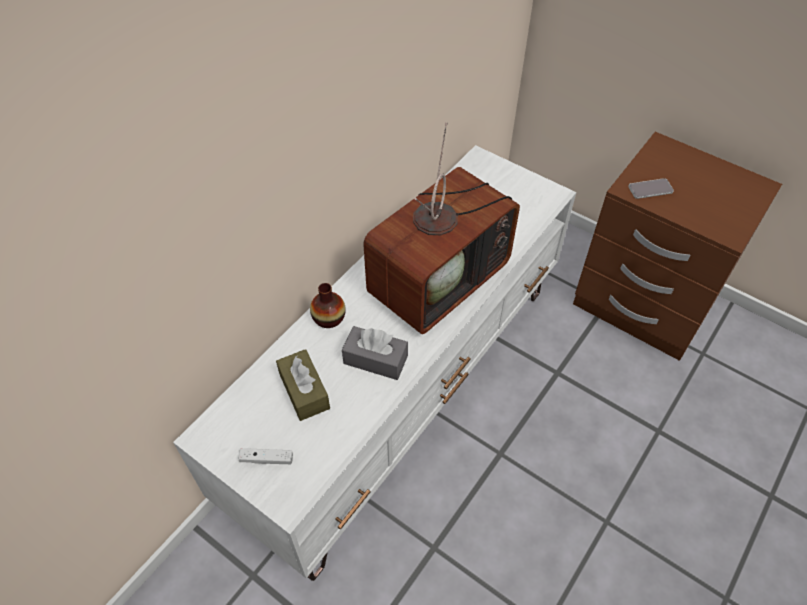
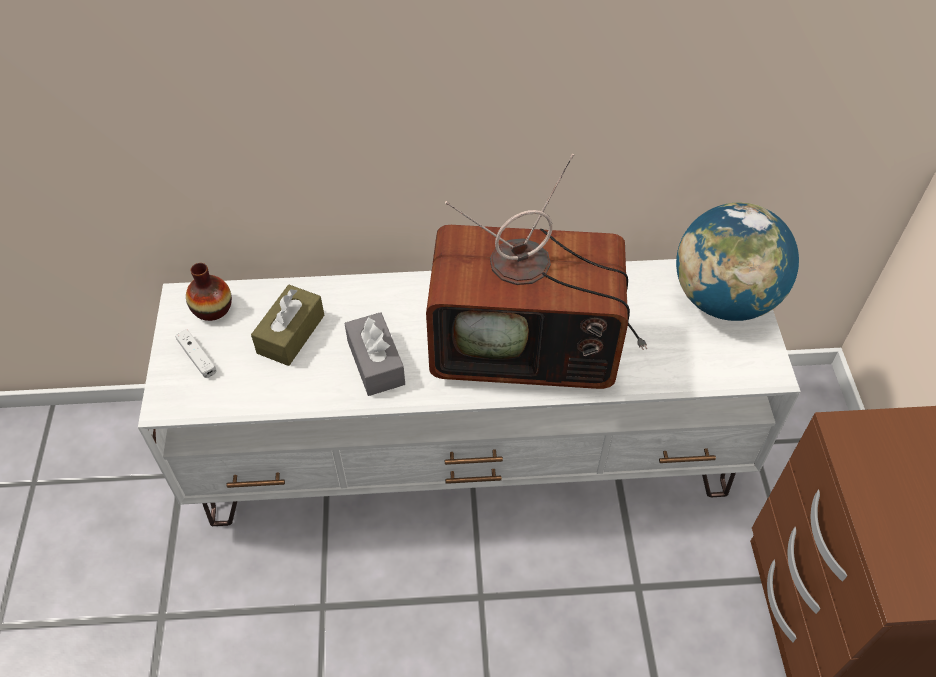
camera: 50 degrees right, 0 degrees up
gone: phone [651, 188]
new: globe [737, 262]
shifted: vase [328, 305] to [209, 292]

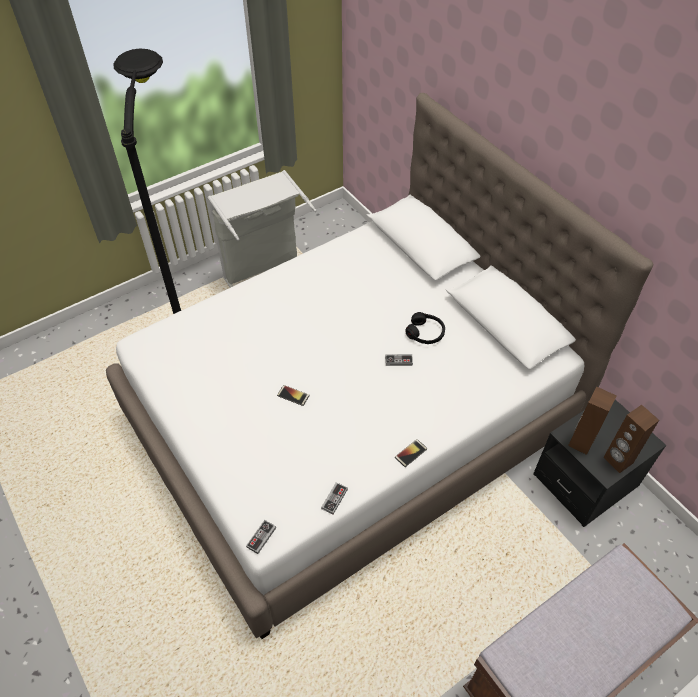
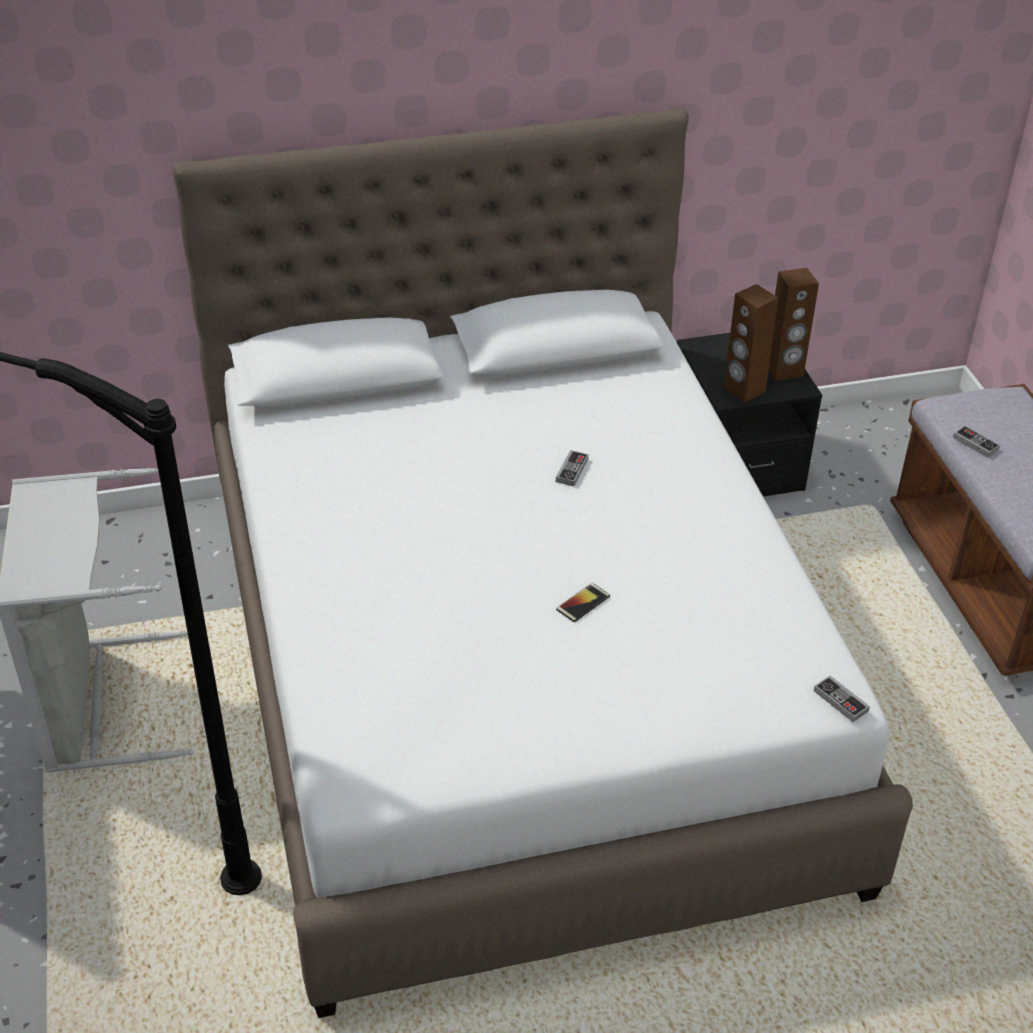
camera: 70 degrees left, 10 degrees down
gone: phone [411, 453]; black headphones [425, 328]
shifted: game controller [334, 498] to [976, 441]

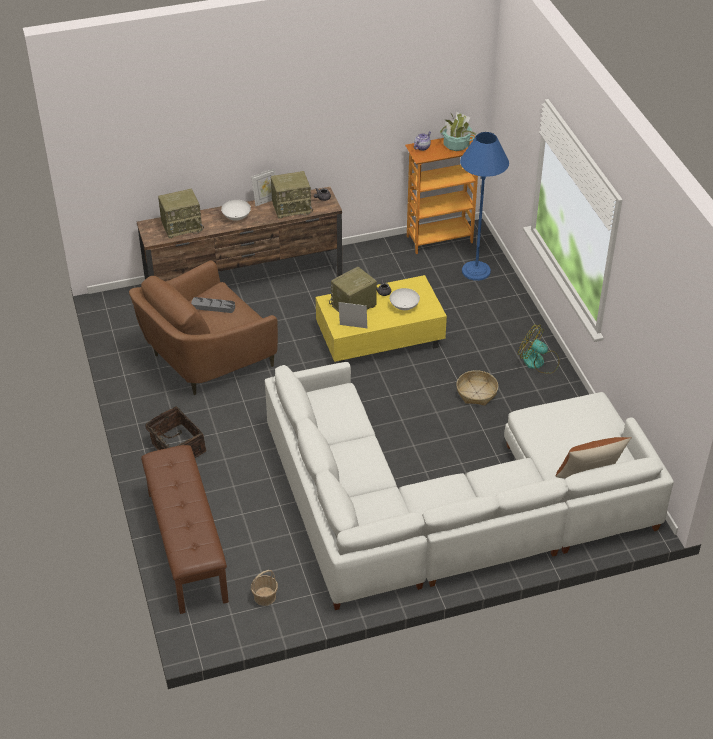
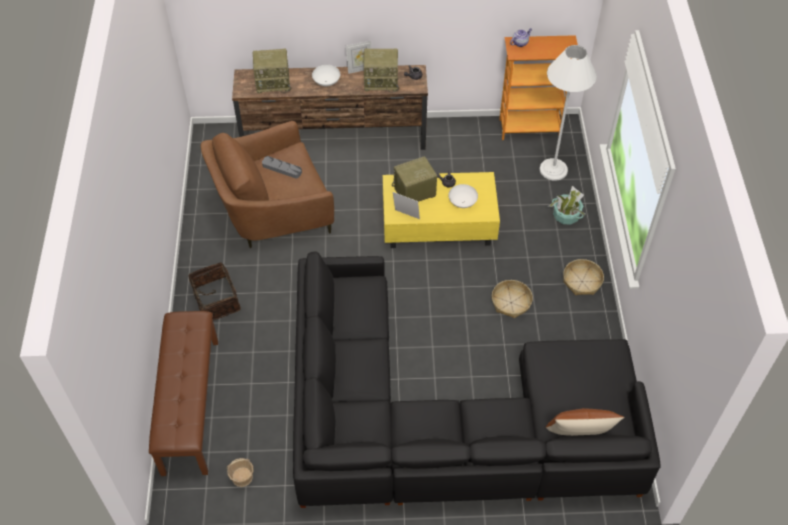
camera: 15 degrees right, 10 degrees up
shifted: potted plant [457, 131] to [567, 205]
swapped: fan [538, 349] to basket [583, 277]
repainted: white sofa [469, 486] to black sofa [477, 380]; blue floor lamp [484, 206] to white floor lamp [568, 113]

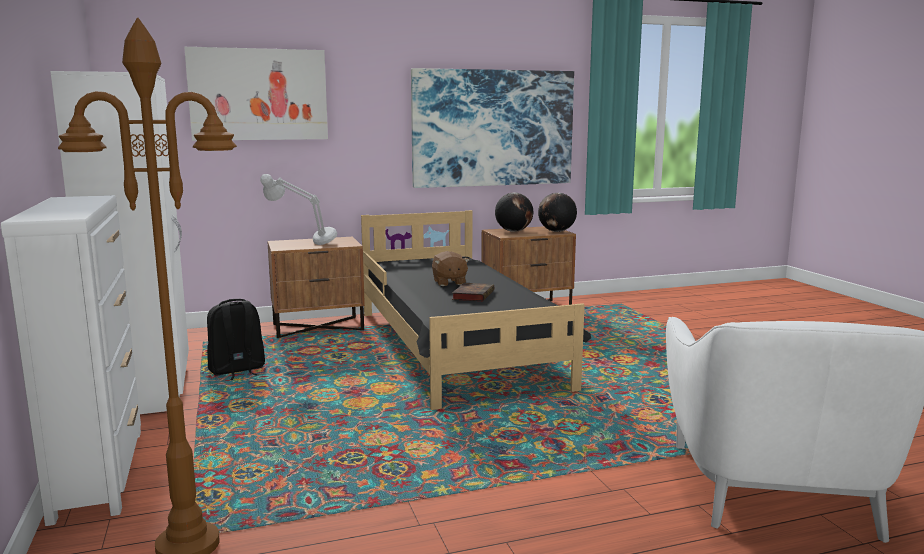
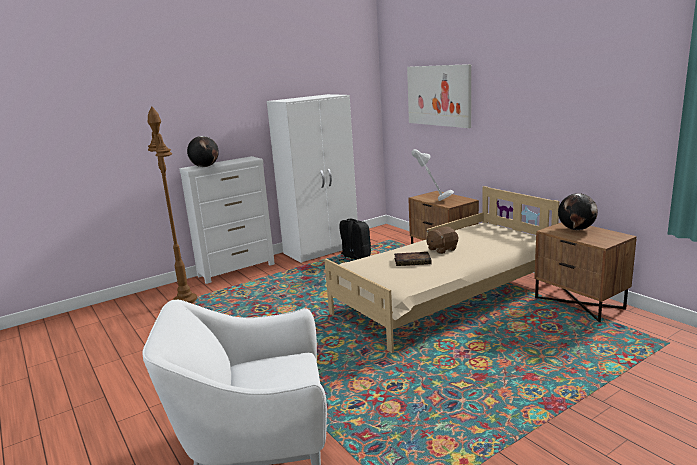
camera: 75 degrees right, 5 degrees up
gone: picture [492, 128]
shifted: globe [557, 212] to [203, 151]
repainted: black bed [476, 310] to beige bed [442, 269]

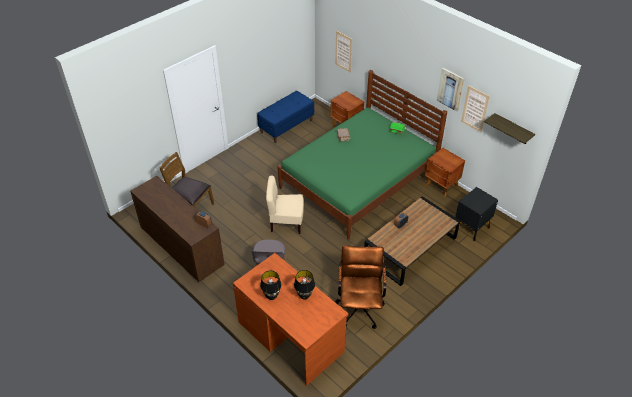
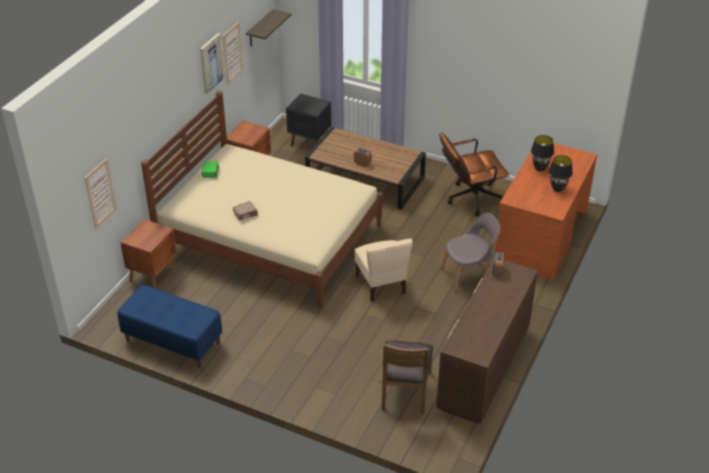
camera: 110 degrees left, 5 degrees down
repainted: green bed [362, 154] to beige bed [261, 199]

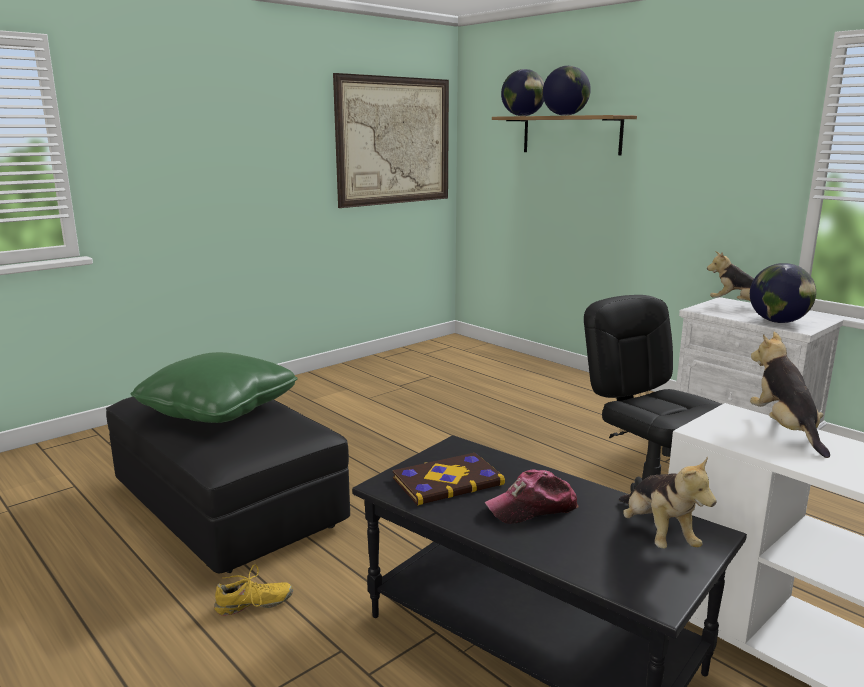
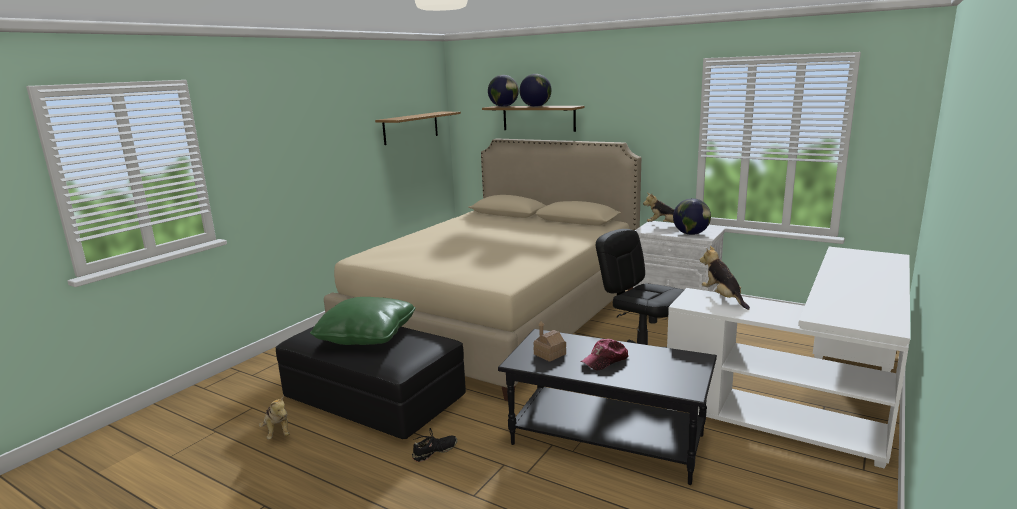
camera: 15 degrees left, 0 degrees up
new: beige bed [482, 269]
shifted: plush toy [668, 502] to [274, 416]
swapped: picture [391, 140] to shelf [418, 128]; book [449, 479] to toy house [550, 341]
repainted: yellow shoe [253, 589] to black shoe [434, 445]

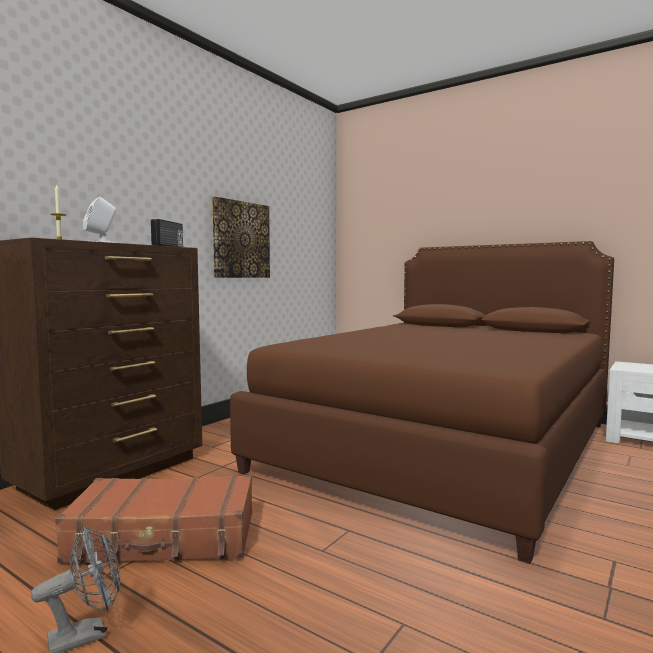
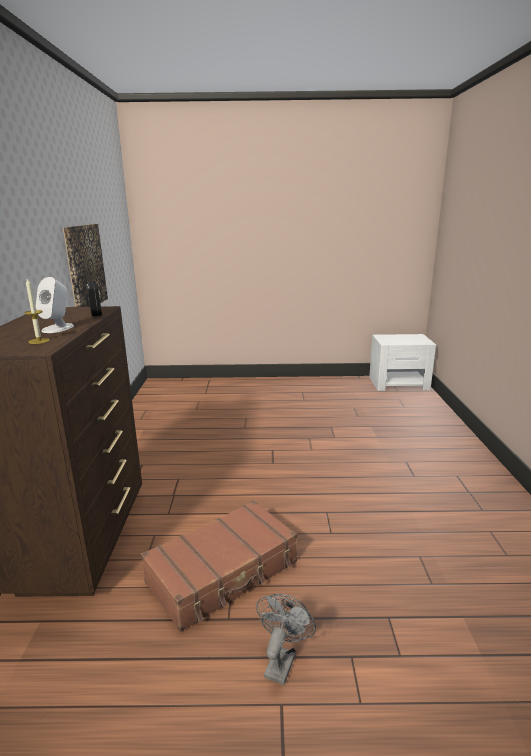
camera: 35 degrees left, 15 degrees up
gone: brown bed [422, 402]

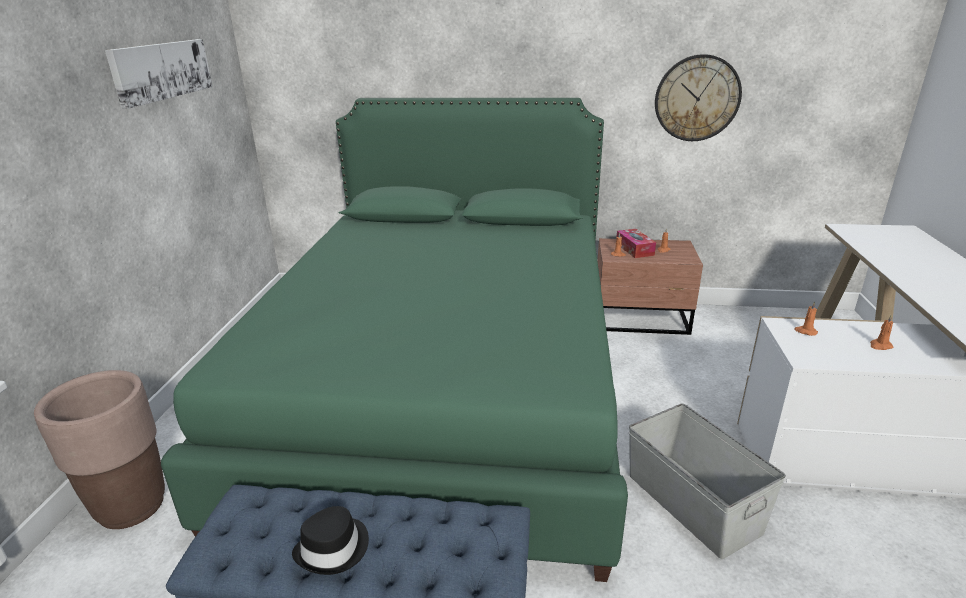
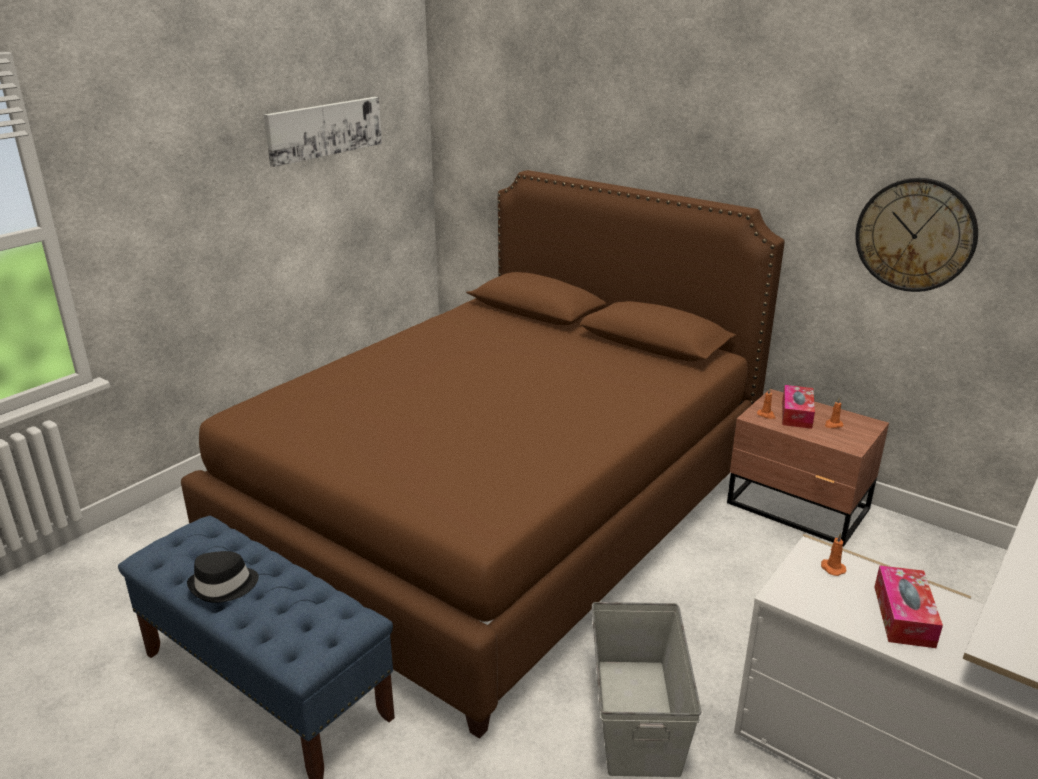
camera: 30 degrees right, 0 degrees up
gone: brown planter [99, 449]
swapped: orange candle [881, 332] to tissue box [908, 606]
repainted: green bed [394, 340] to brown bed [483, 454]

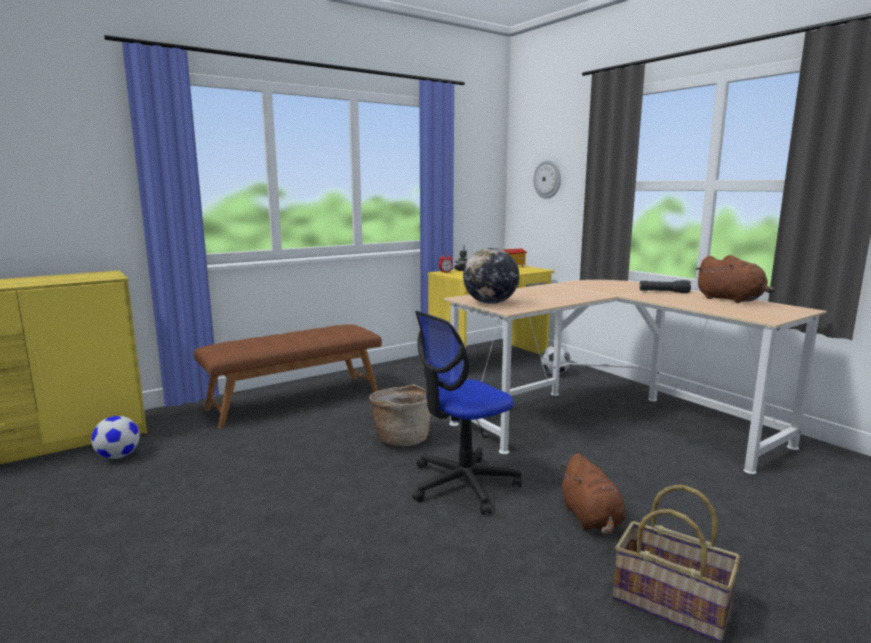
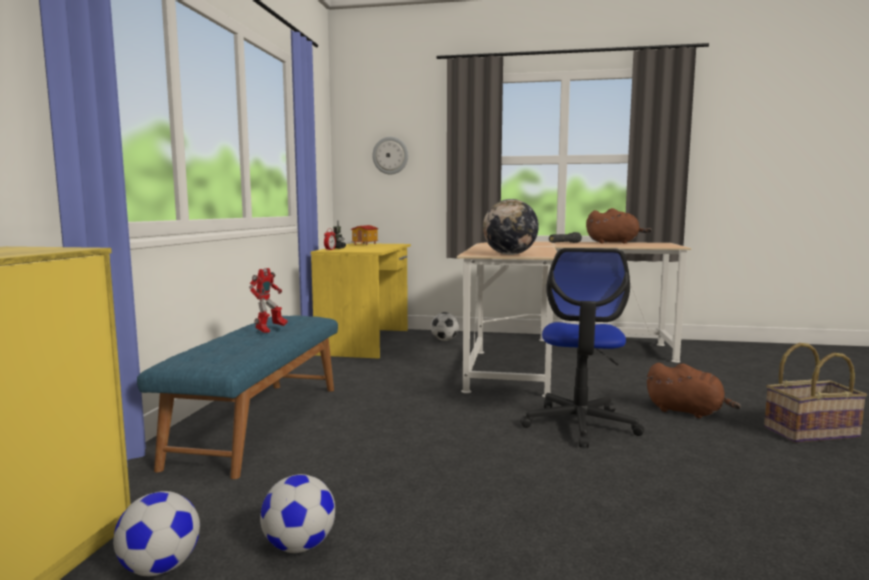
camera: 45 degrees left, 5 degrees down
gone: basket [399, 415]
new: toy robot [268, 300]; football [297, 513]
repainted: brown bench [288, 376] to blue bench [237, 397]

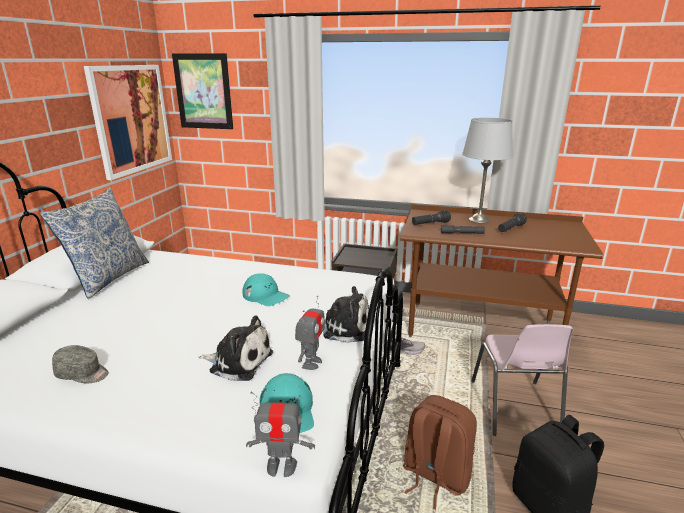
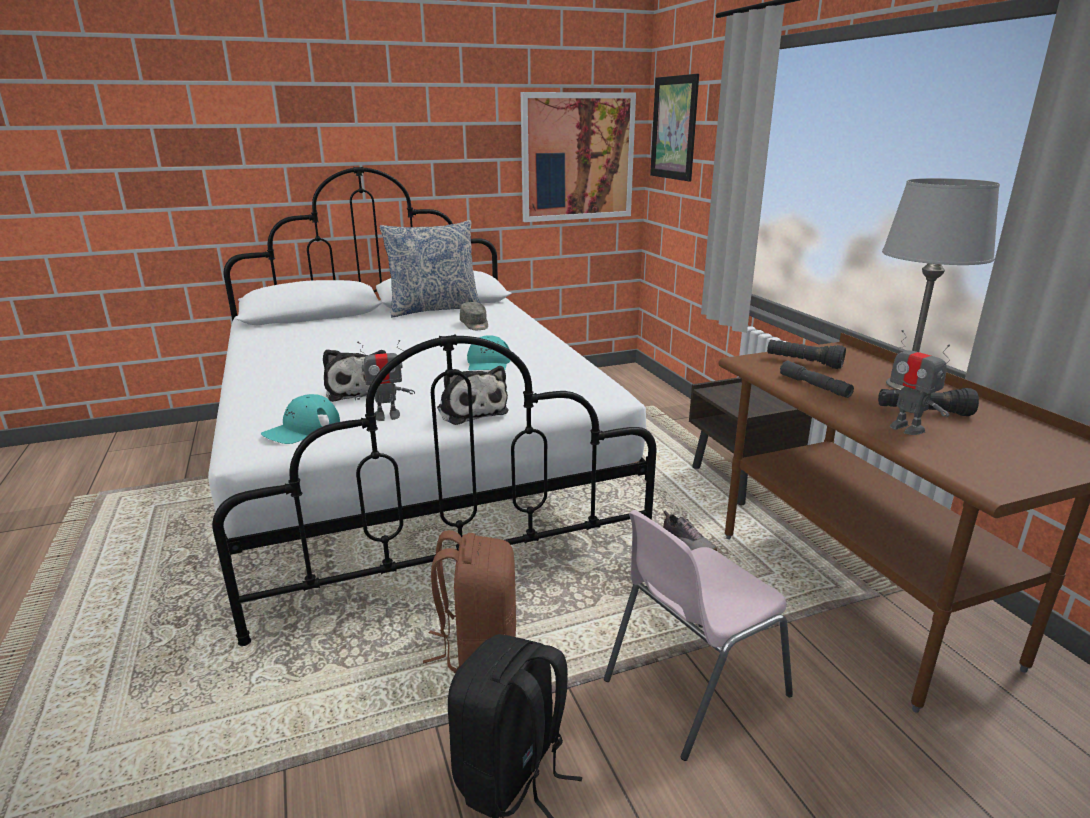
camera: 55 degrees right, 0 degrees up
shifted: grey cap [80, 364] to [474, 316]; toy robot [280, 434] to [915, 382]

